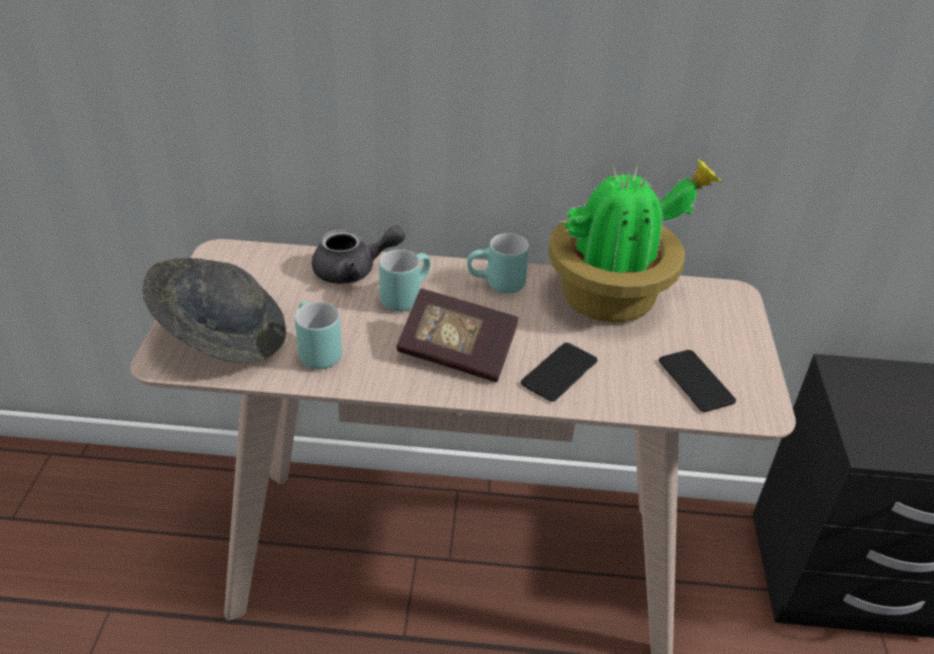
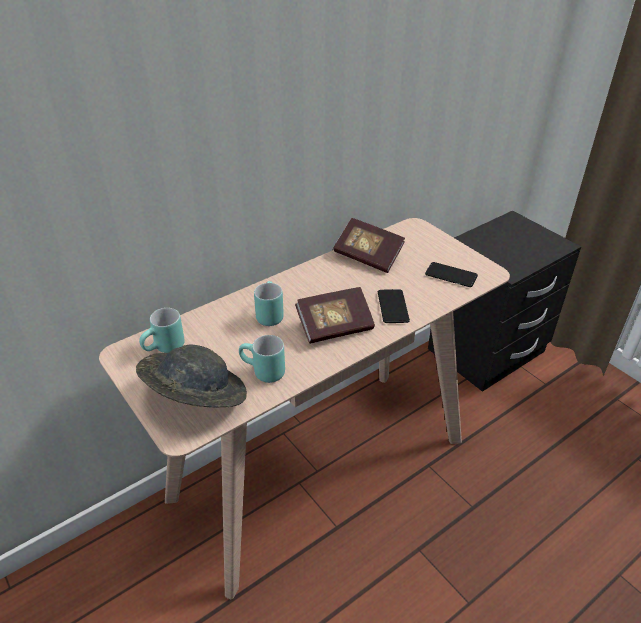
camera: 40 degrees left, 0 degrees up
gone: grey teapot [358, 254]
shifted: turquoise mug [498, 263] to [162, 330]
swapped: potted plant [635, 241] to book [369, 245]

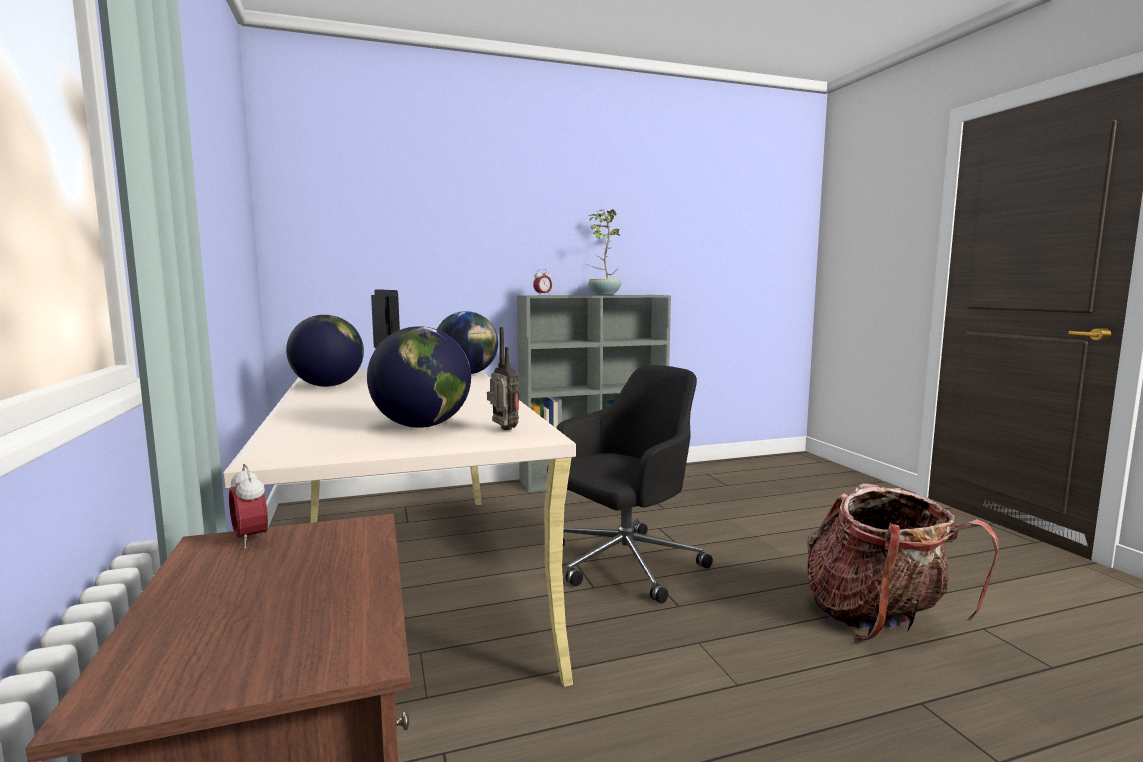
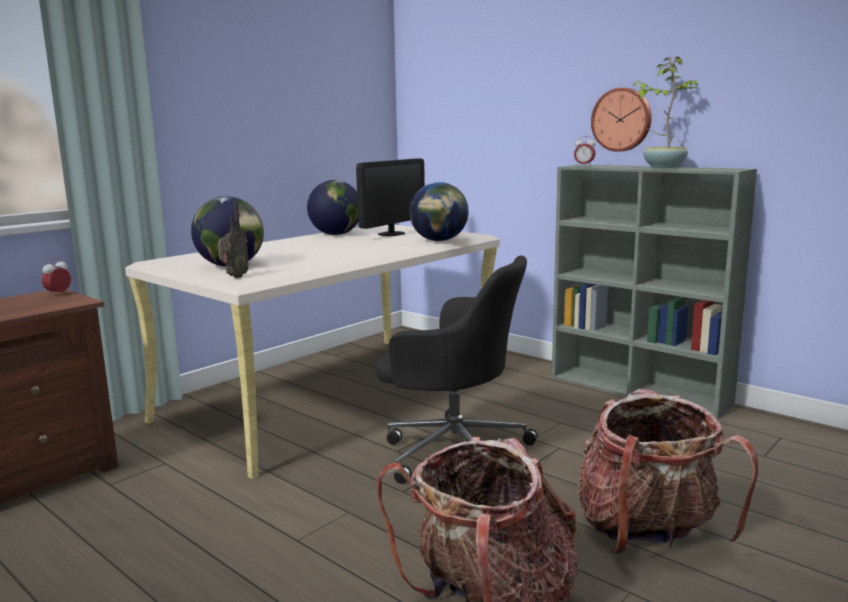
camera: 60 degrees right, 5 degrees up
new: backpack [668, 471]; wall clock [621, 120]

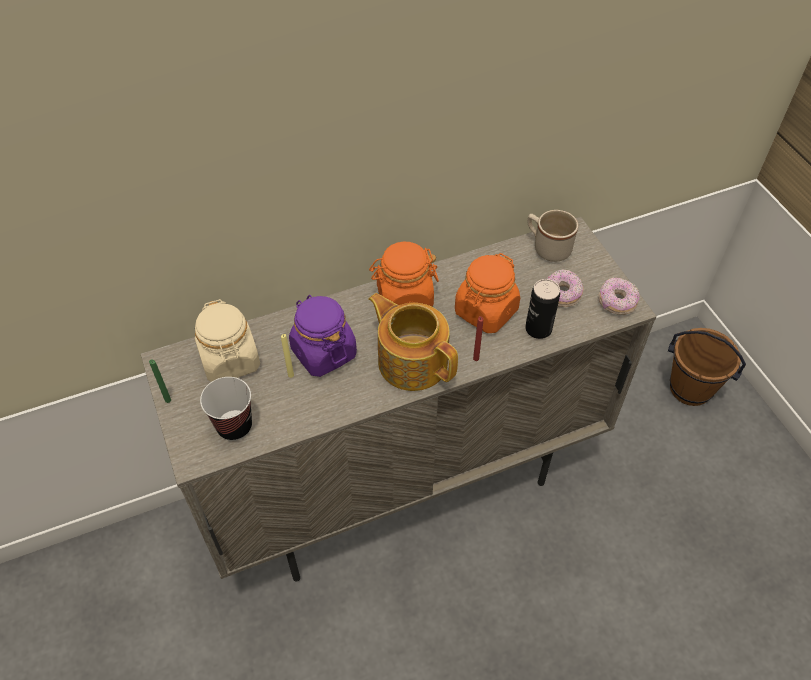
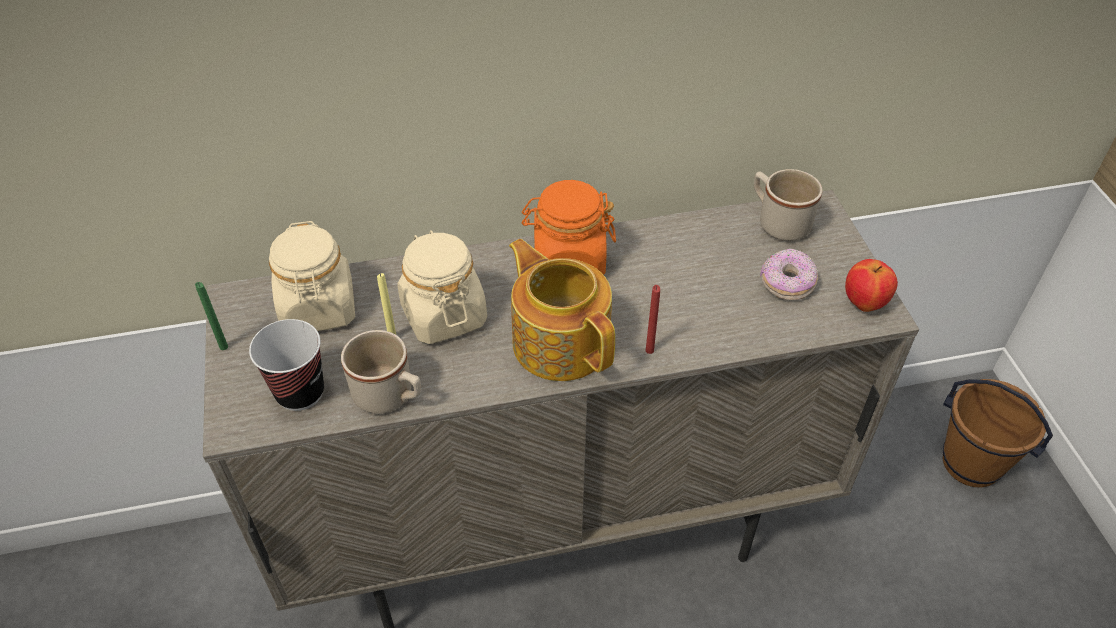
camera: 10 degrees right, 5 degrees down
gone: orange jar [487, 293]; can [542, 309]
new: beige mug [381, 372]
swapped: donut [619, 296] to apple [871, 285]
repainted: purple jar [323, 336] to beige jar [442, 287]

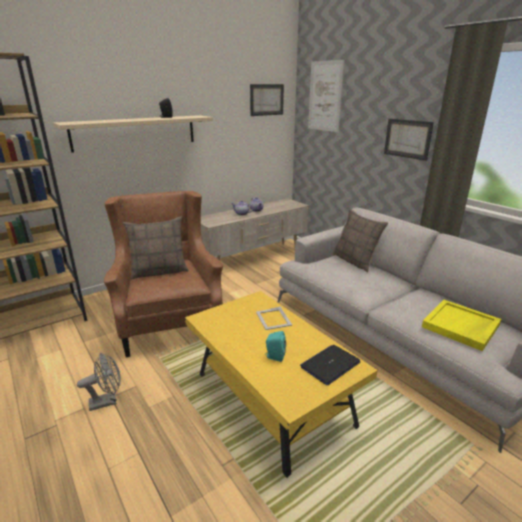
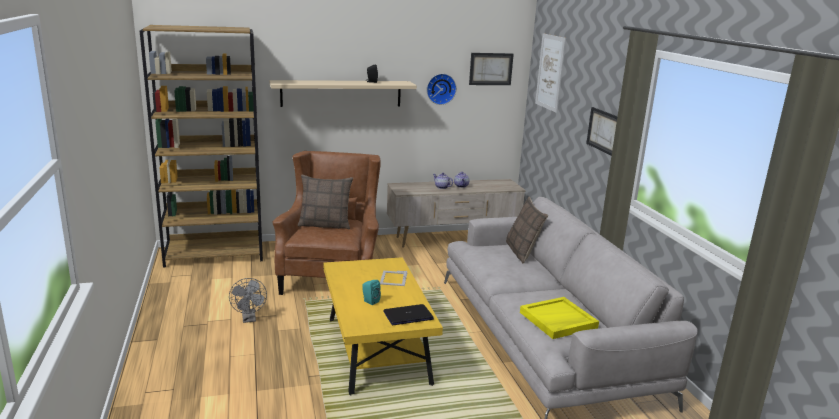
camera: 20 degrees right, 5 degrees down
new: wall clock [442, 89]
rotated: grey fan [99, 382] = [248, 300] 75 degrees clockwise

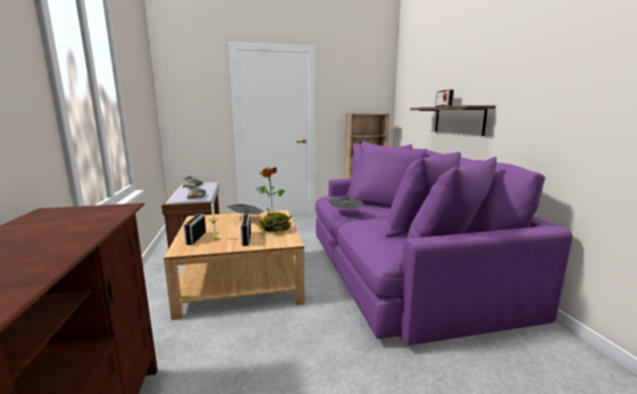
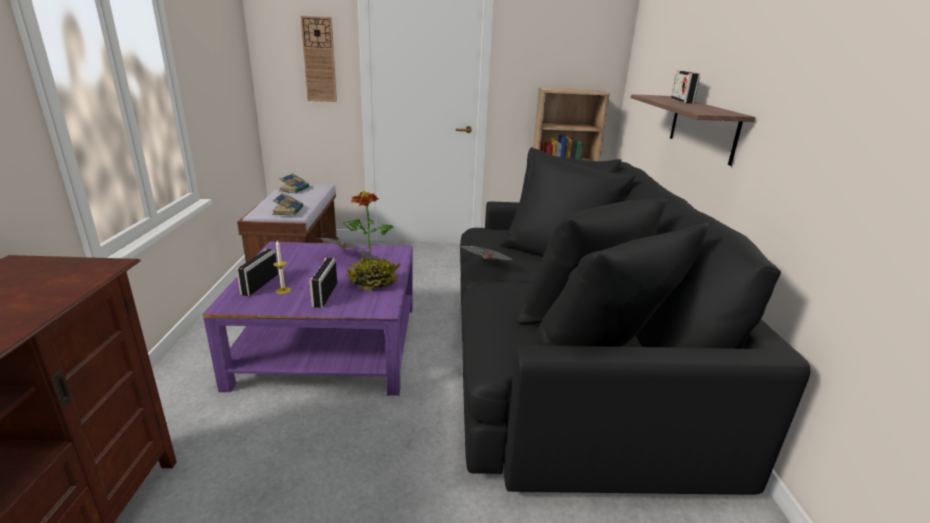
camera: 10 degrees right, 10 degrees up
new: wall clock [318, 59]
repainted: beige coffee table [234, 265] to purple coffee table [308, 319]; purple sofa [444, 243] to black sofa [635, 321]

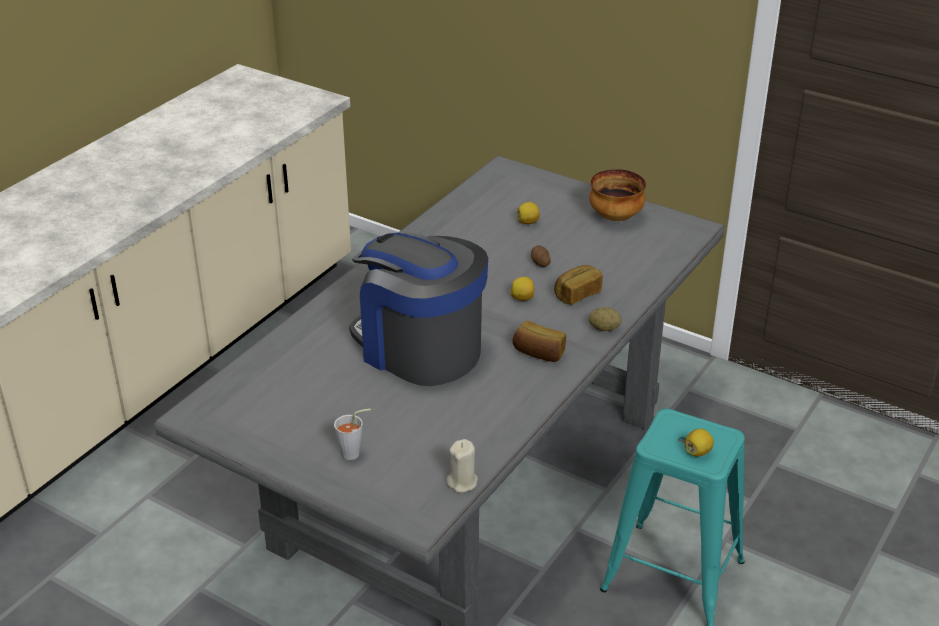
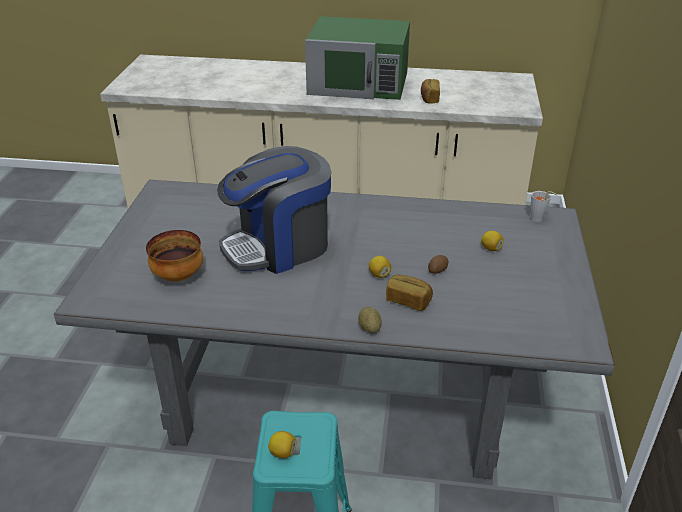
camera: 65 degrees right, 0 degrees up
gone: beige candle [462, 466]
new: green microwave [357, 58]
shifted: grey cup [352, 434] to [544, 206]; bread [539, 341] to [430, 91]; bowl [617, 195] to [174, 256]
rotated: coffee machine [418, 309] = [274, 210] 135 degrees counterclockwise

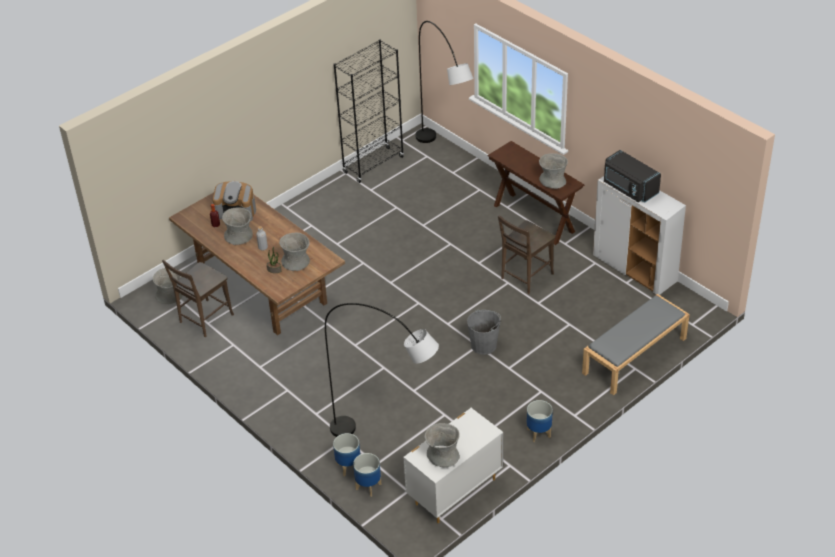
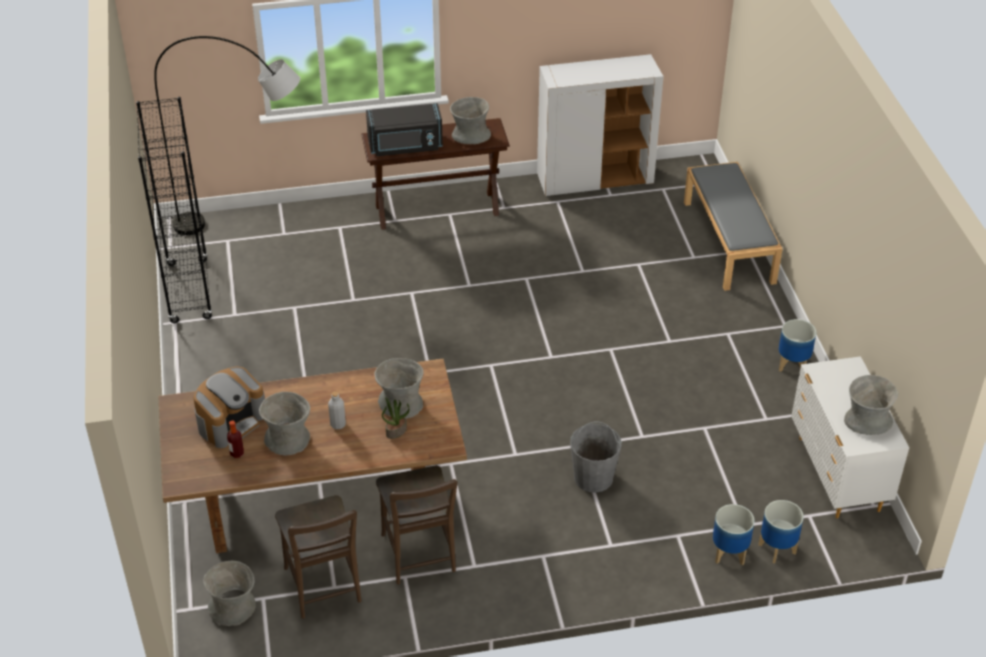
camera: 60 degrees left, 0 degrees up
gone: grey floor lamp [382, 370]
shifted: grey bucket [484, 332] to [596, 457]; brown chair [526, 255] to [417, 525]; black microwave [632, 176] to [404, 129]

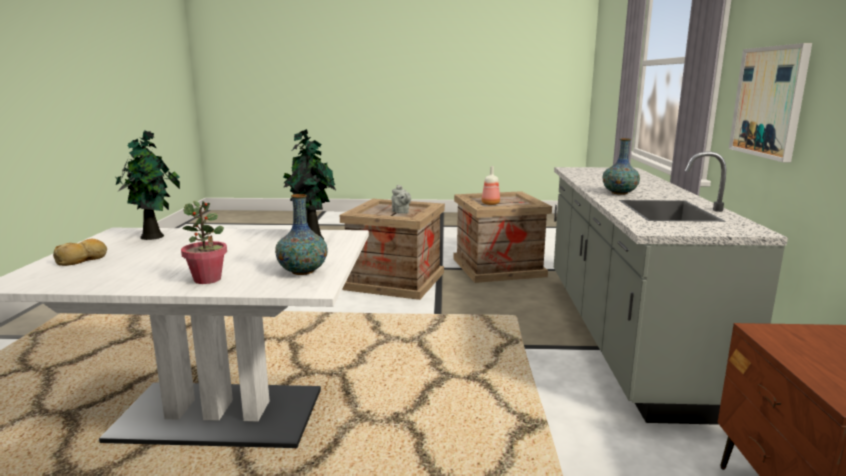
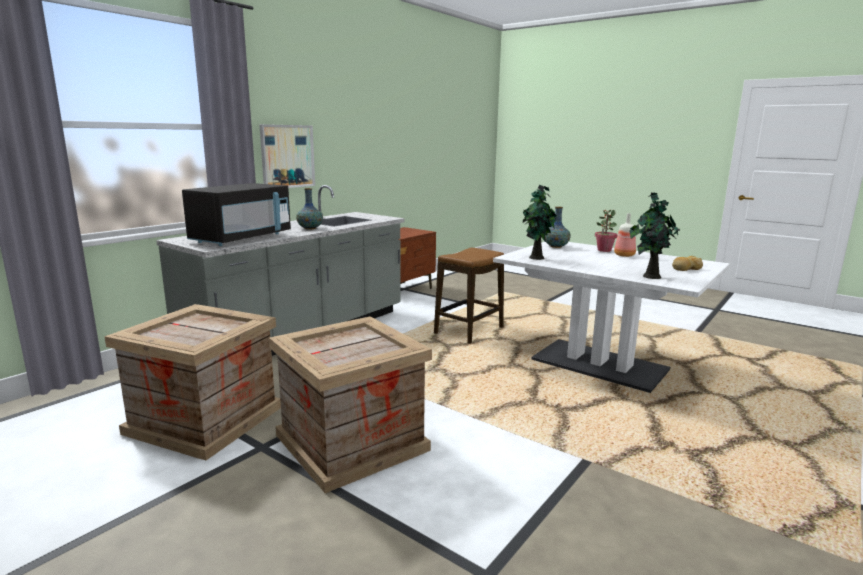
camera: 145 degrees left, 0 degrees up
gone: grey teapot [401, 199]
new: black microwave [236, 214]; stool [469, 295]
shifted: bottle [491, 185] to [625, 235]

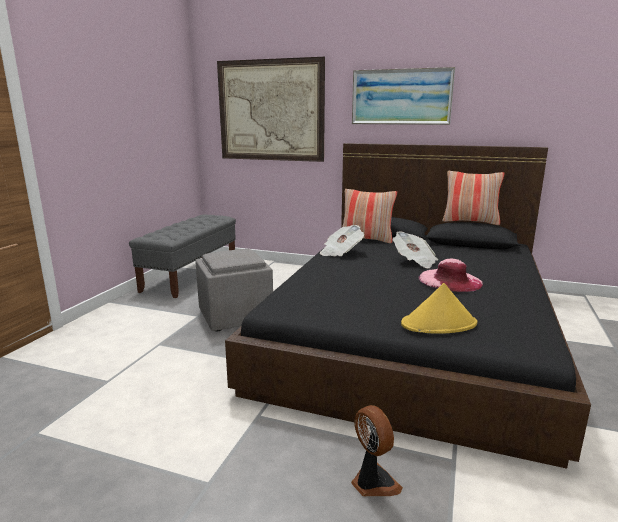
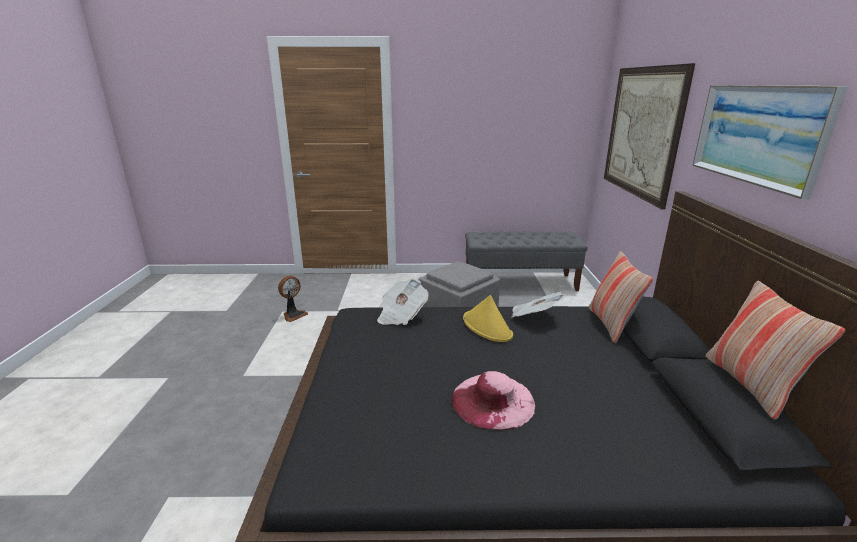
camera: 70 degrees right, 5 degrees up
shifted: fan [377, 450] to [293, 299]; newspaper [415, 249] to [402, 302]; yellow hat [439, 308] to [488, 318]

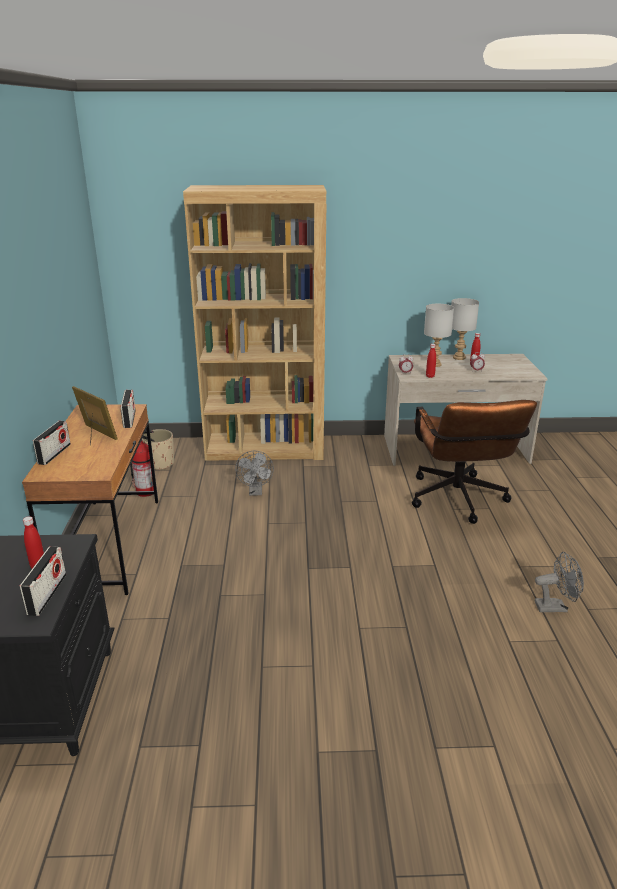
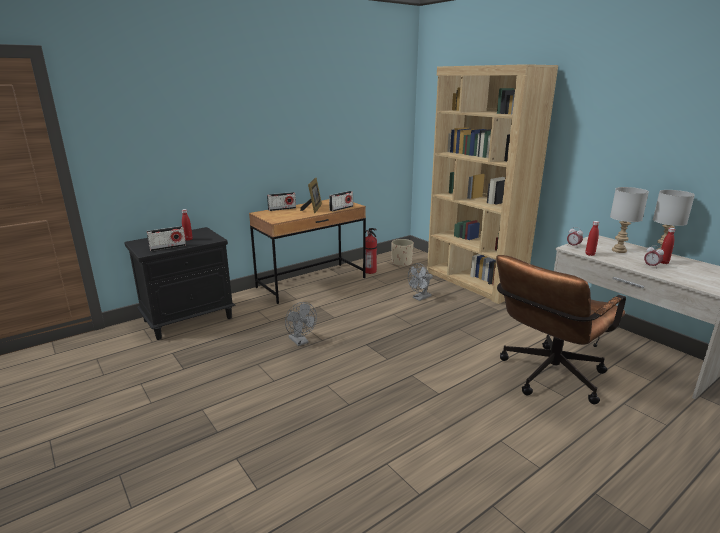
camera: 55 degrees right, 5 degrees down
shifted: grey fan [559, 582] to [301, 324]

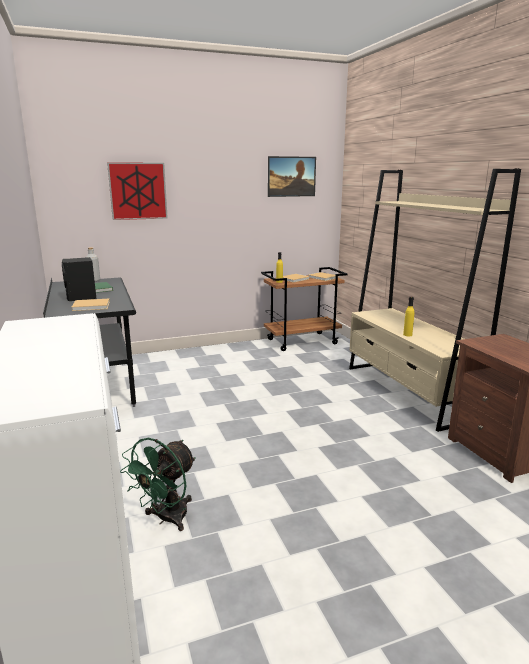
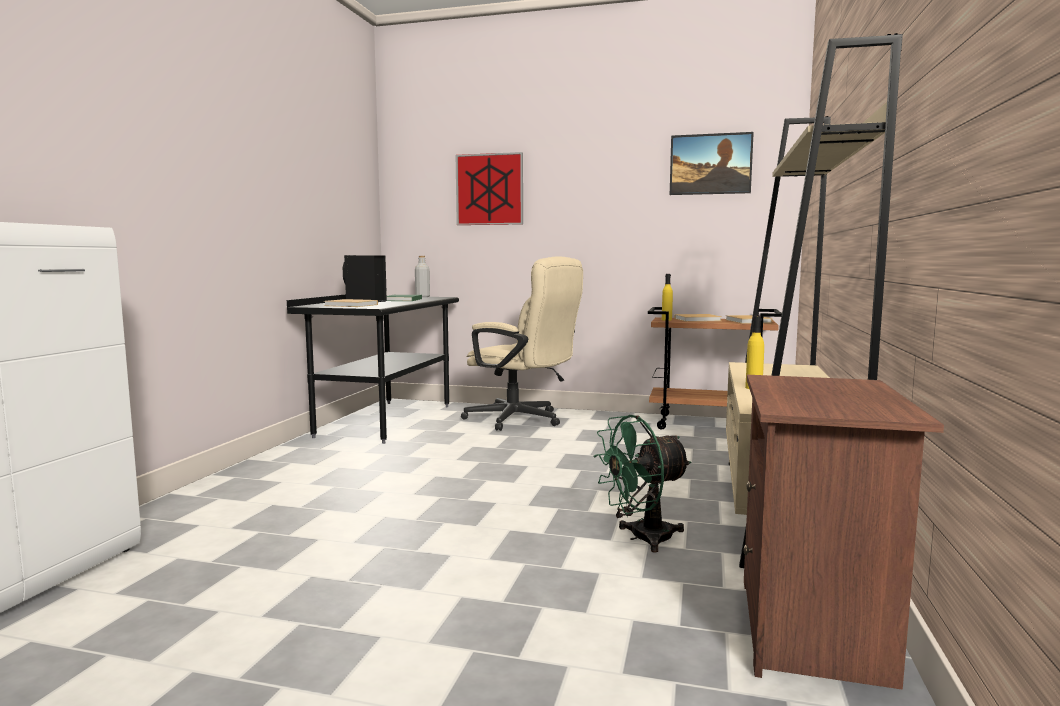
camera: 35 degrees right, 10 degrees down
new: beige office chair [522, 344]
shifted: green fan [158, 484] to [643, 484]

